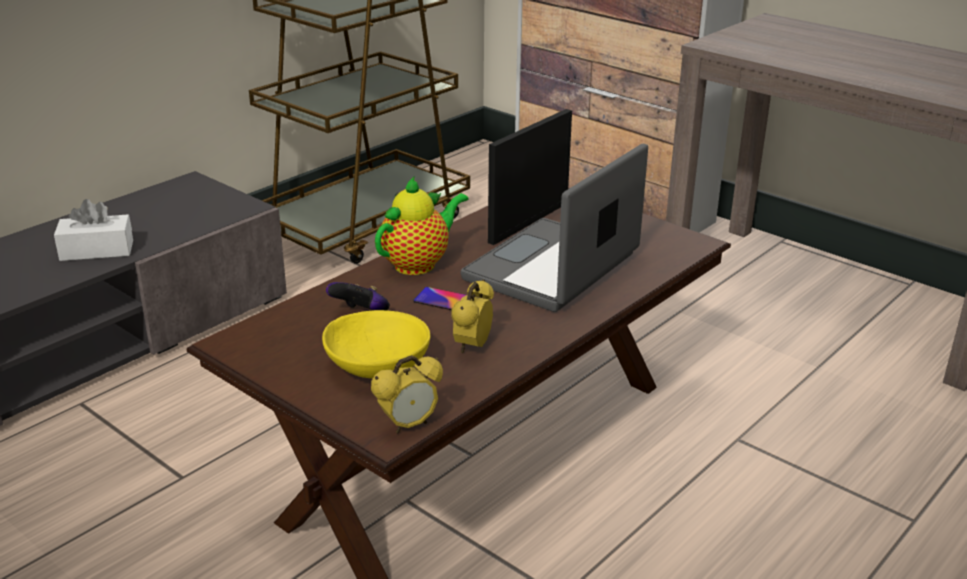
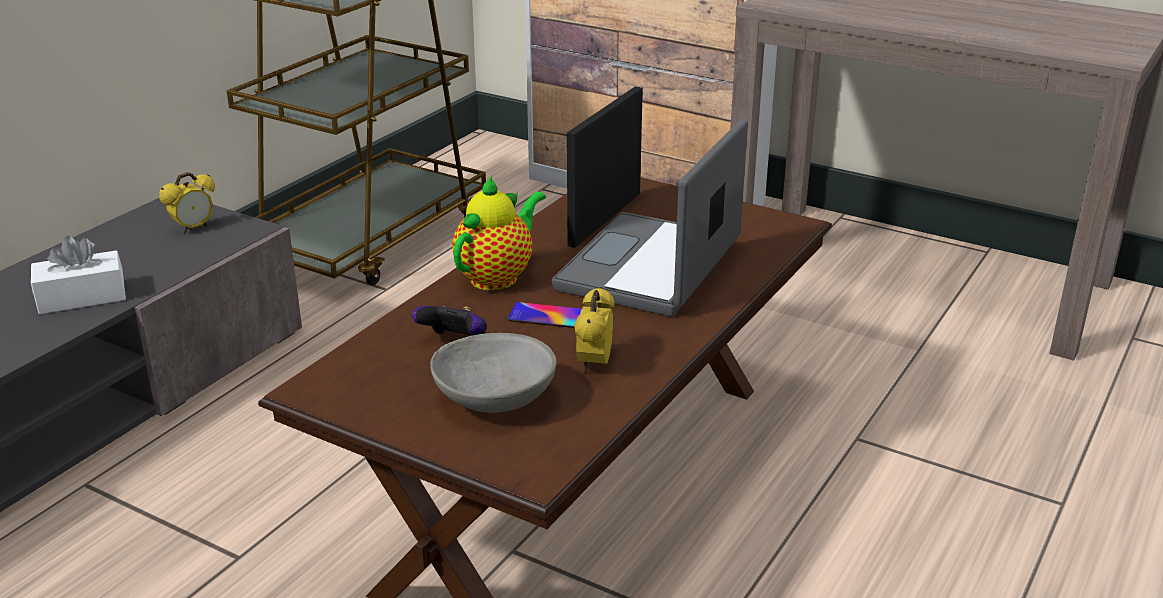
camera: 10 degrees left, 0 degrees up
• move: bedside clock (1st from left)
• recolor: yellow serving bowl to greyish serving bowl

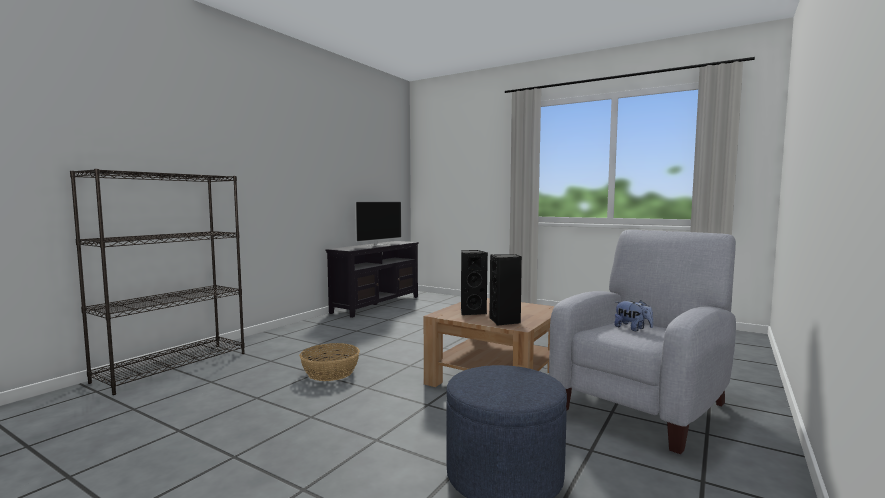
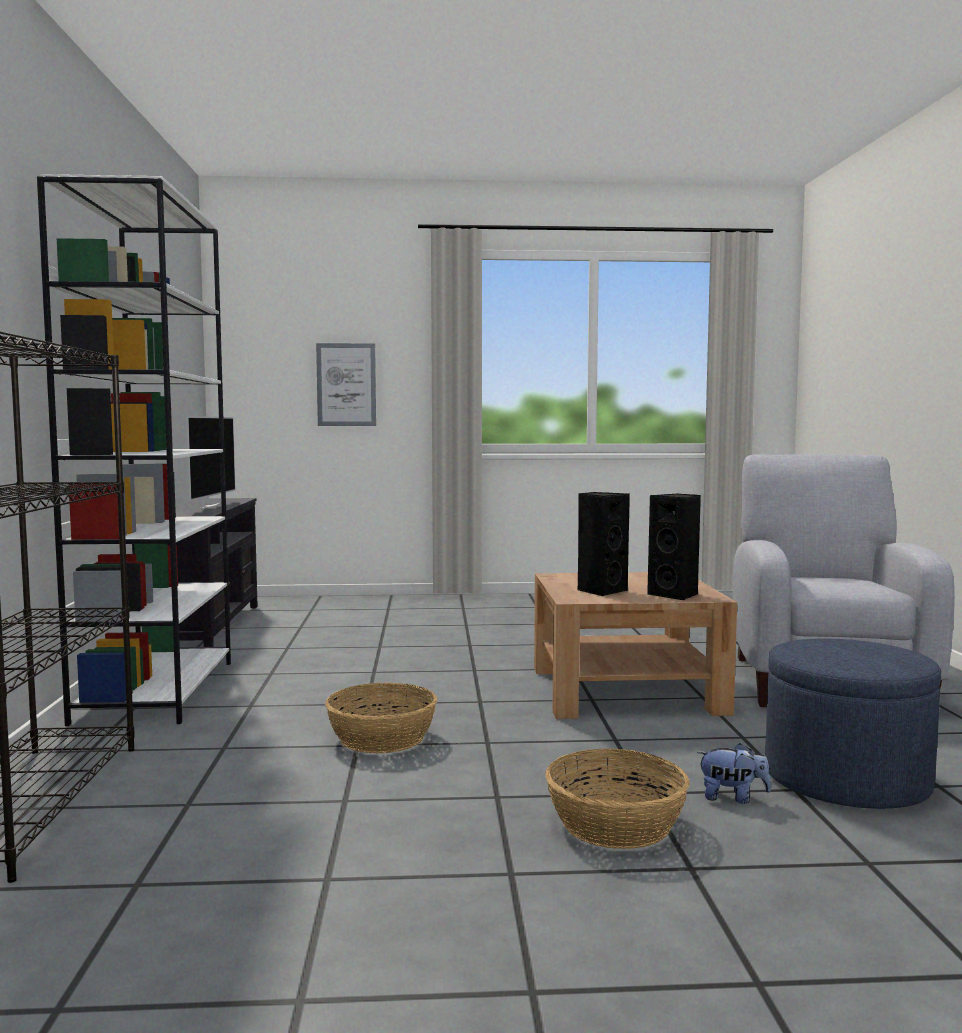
camera: 35 degrees left, 0 degrees up
• insert: whitish bookcase
• insert: picture
• insert: basket (2nd from left)
• move: cuddly toy

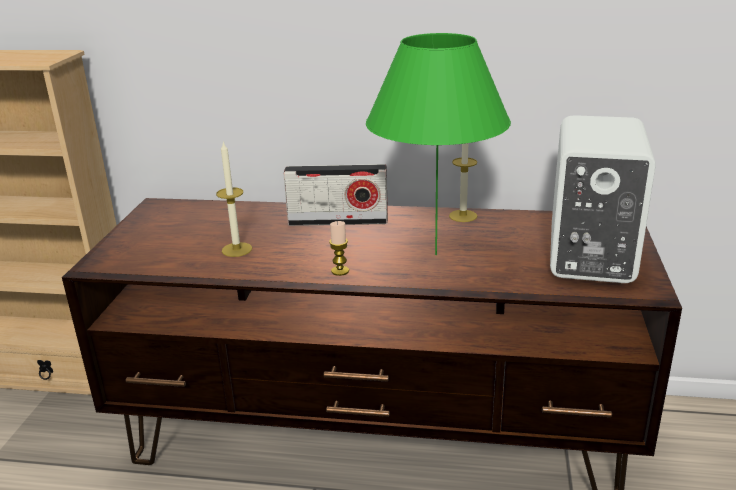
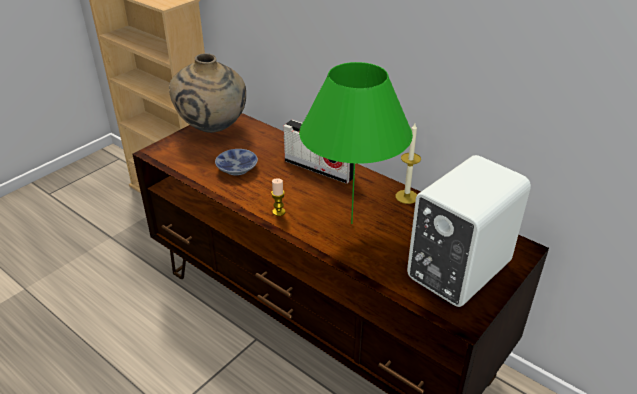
camera: 30 degrees right, 10 degrees up
• insert: beige-coloured flower vase
• replace: candle (1st from left) to serving bowl

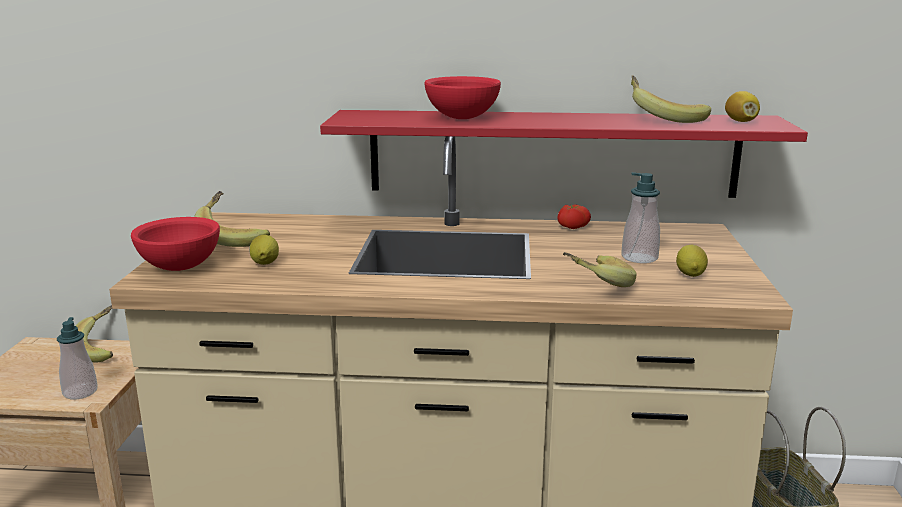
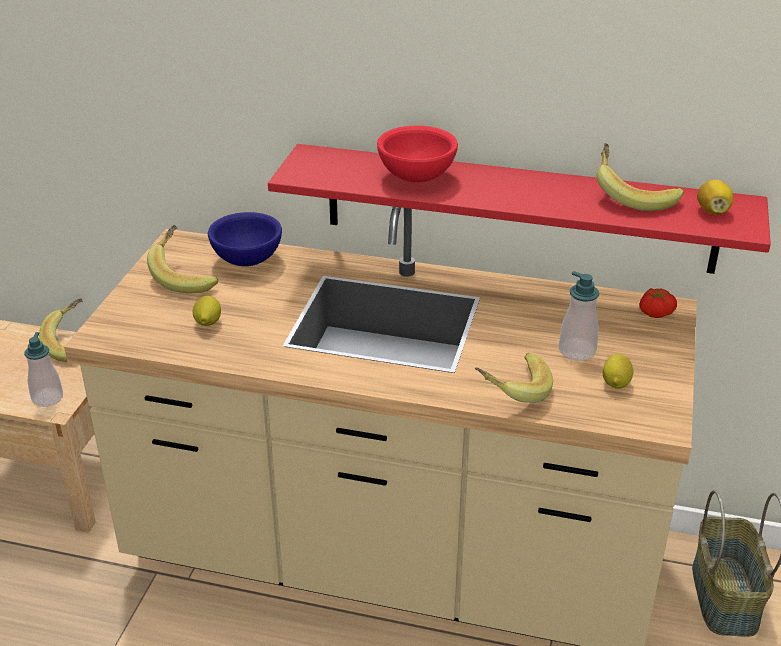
camera: 10 degrees right, 15 degrees up
• insert: bluish serving bowl
• move: fresh tomato
• delete: reddish serving bowl (1st from left)

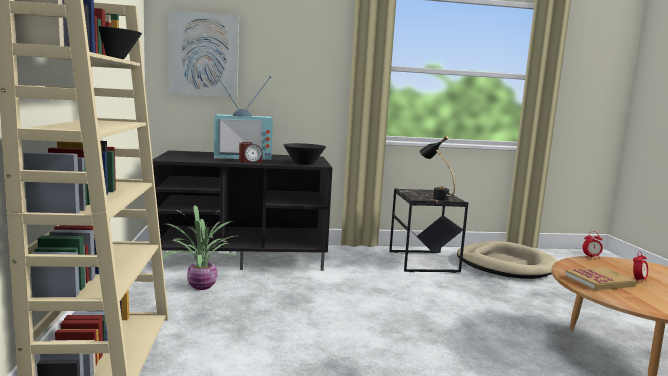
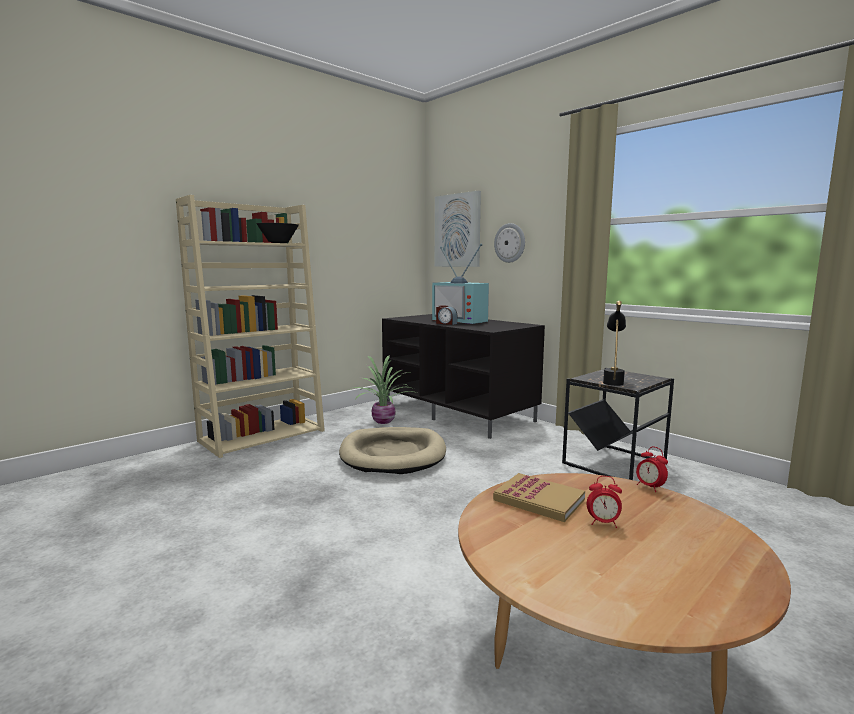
camera: 55 degrees right, 0 degrees up
• move: beige-coloured pet bed
• insert: clock on the wall
• delete: black-coloured serving bowl (2nd from left)

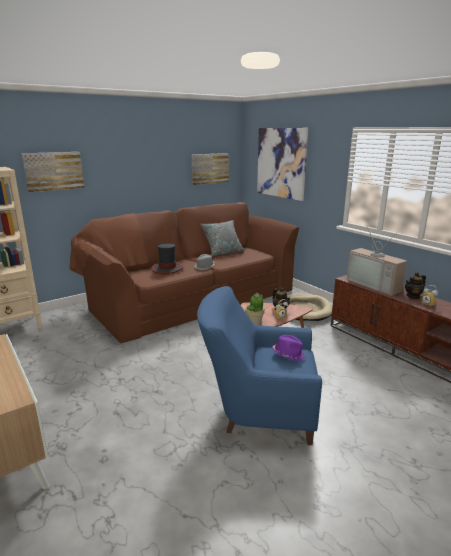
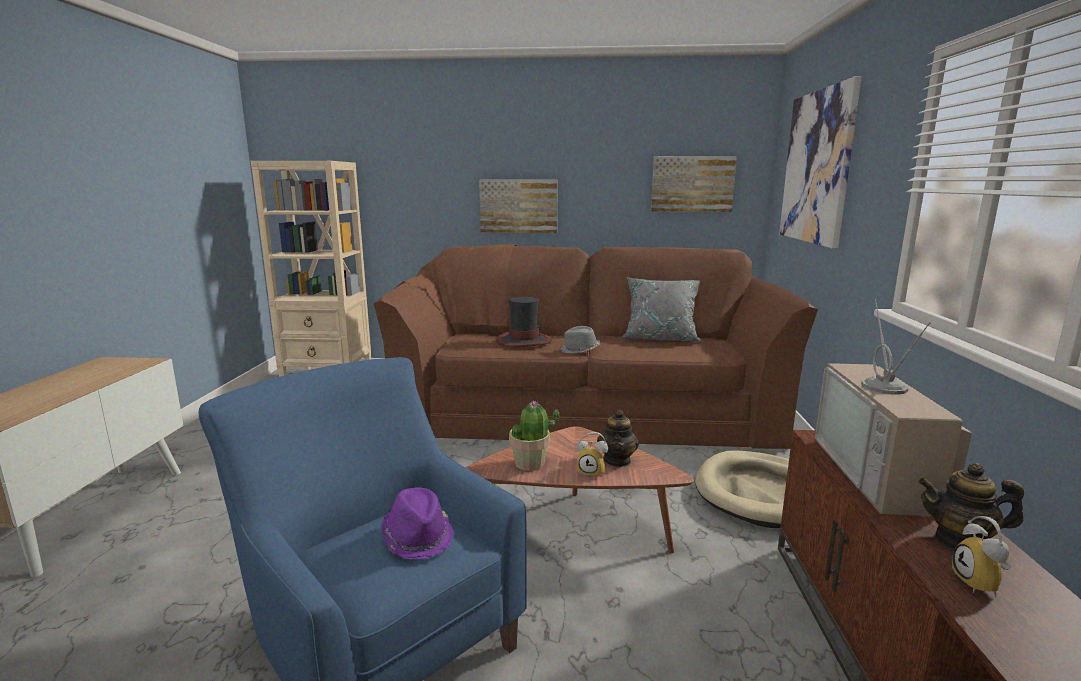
camera: 40 degrees right, 5 degrees down
• move: picture (1st from left)

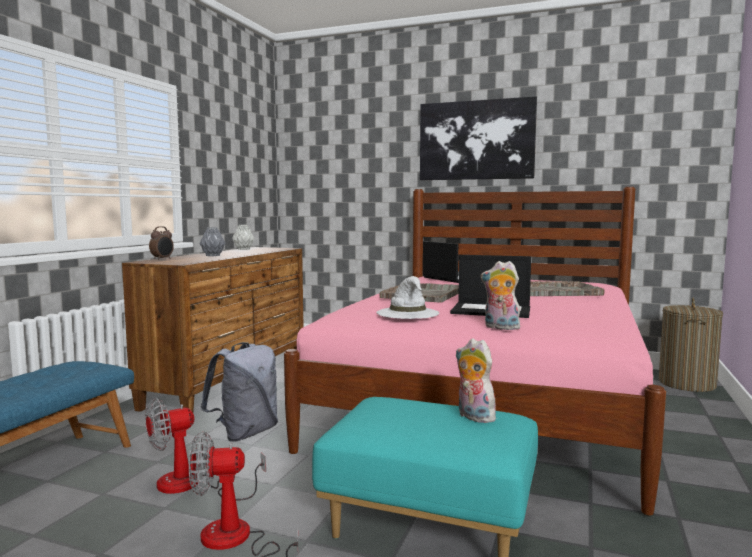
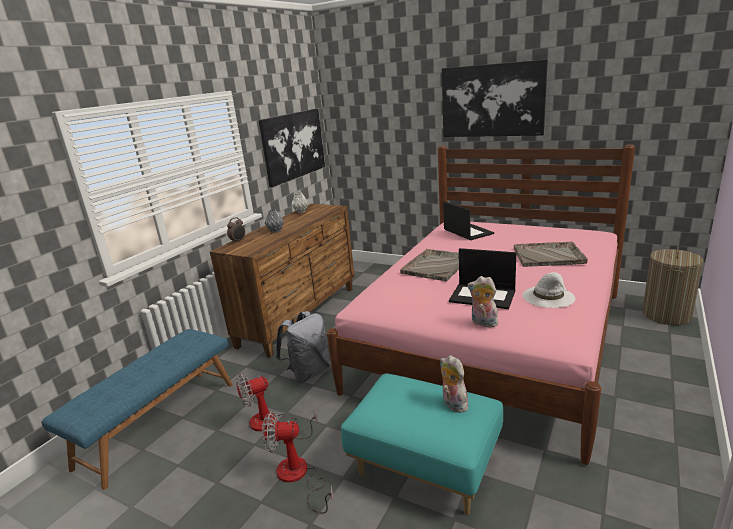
camera: 10 degrees right, 15 degrees up
• insert: picture (1st from left)
• move: whitish clothing hat

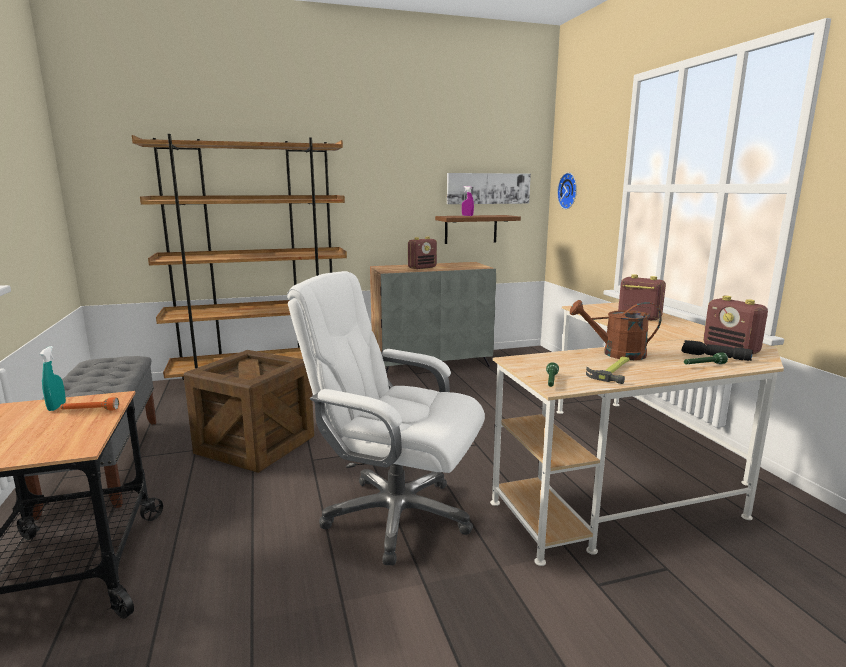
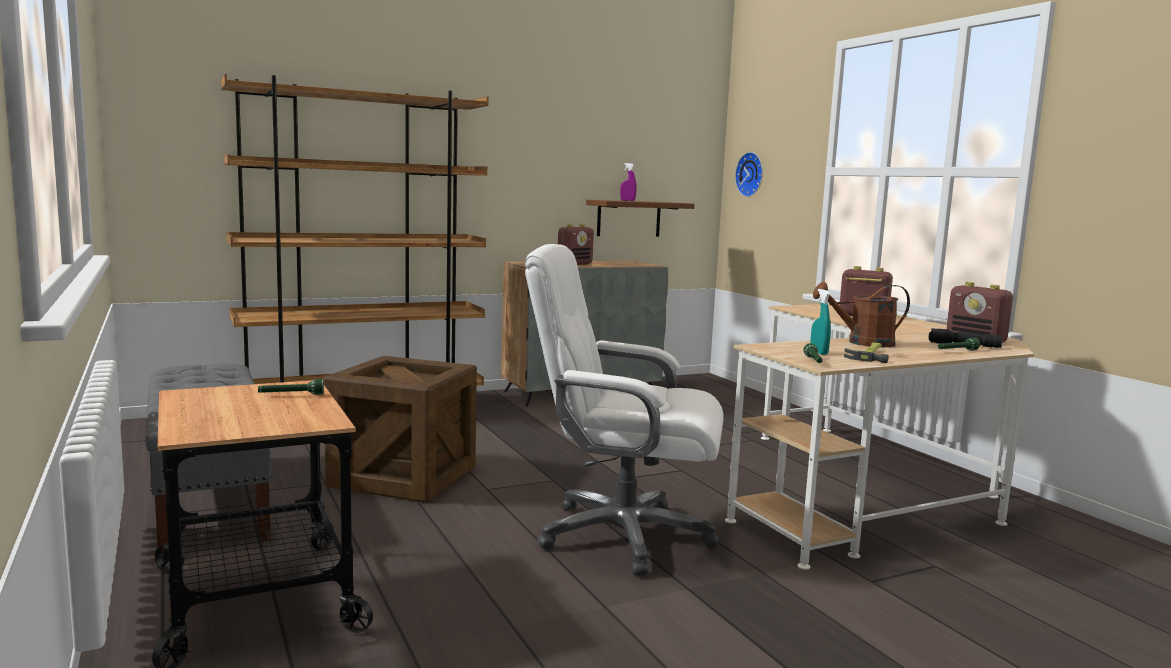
camera: 10 degrees left, 5 degrees down
• recolor: orangey hand torch to green hand torch (1st from left)
• move: turquoise-coloured hand sprayer
• delete: picture

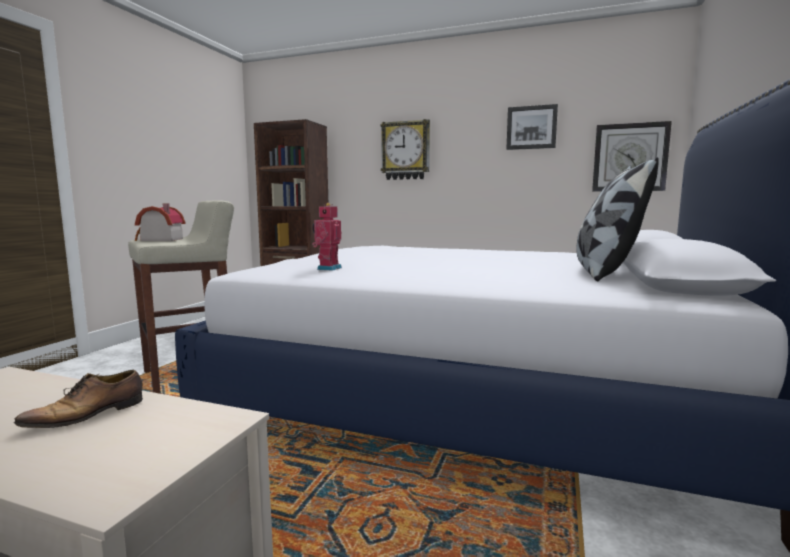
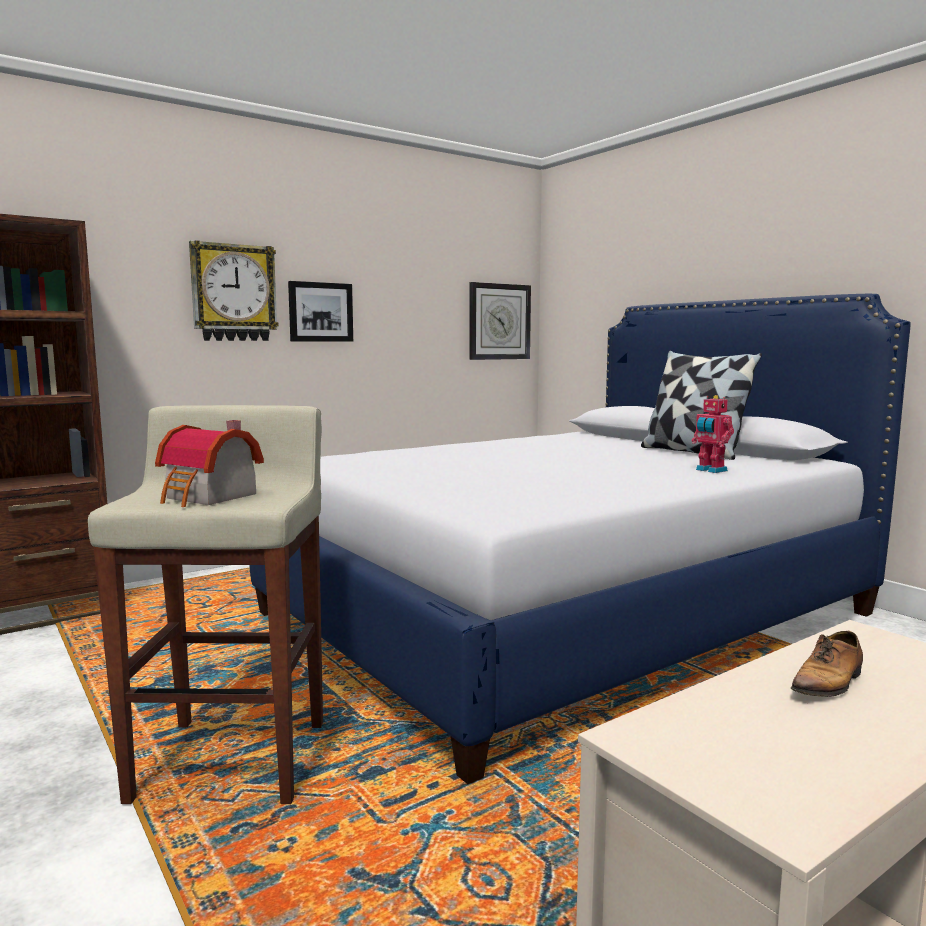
camera: 55 degrees left, 0 degrees up
• move: picture
• move: model robot
• rotate: shoe 60 degrees clockwise

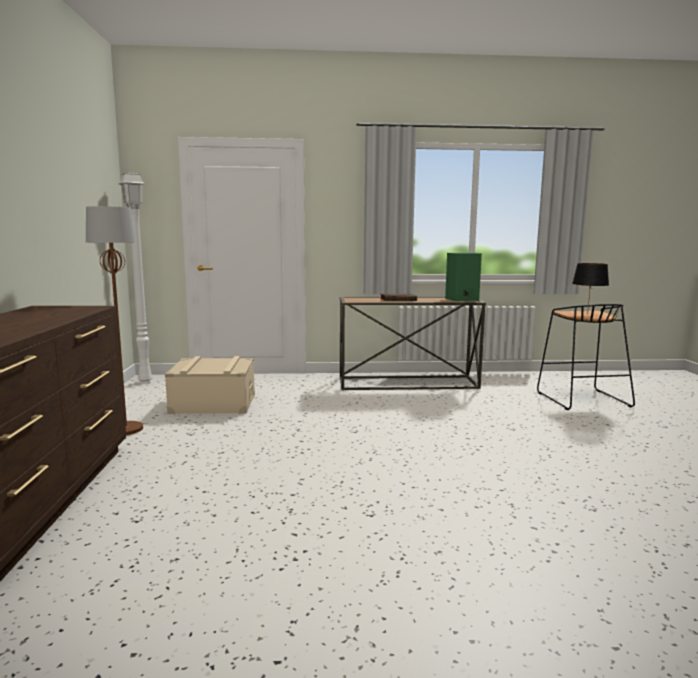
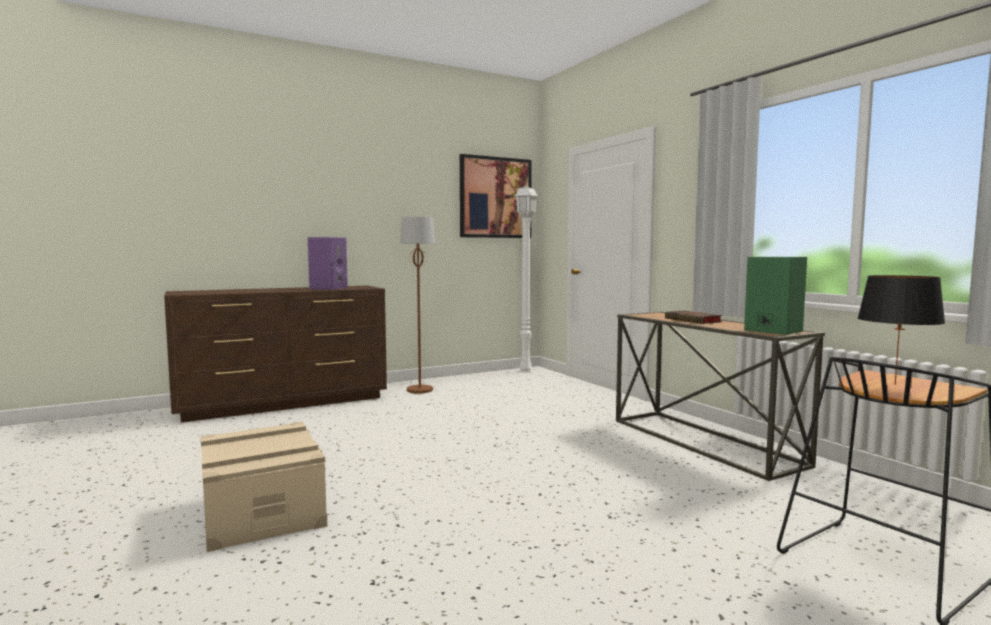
camera: 65 degrees right, 5 degrees down
• move: beige-coloured storage bin
• insert: purple loudspeaker
• insert: picture

